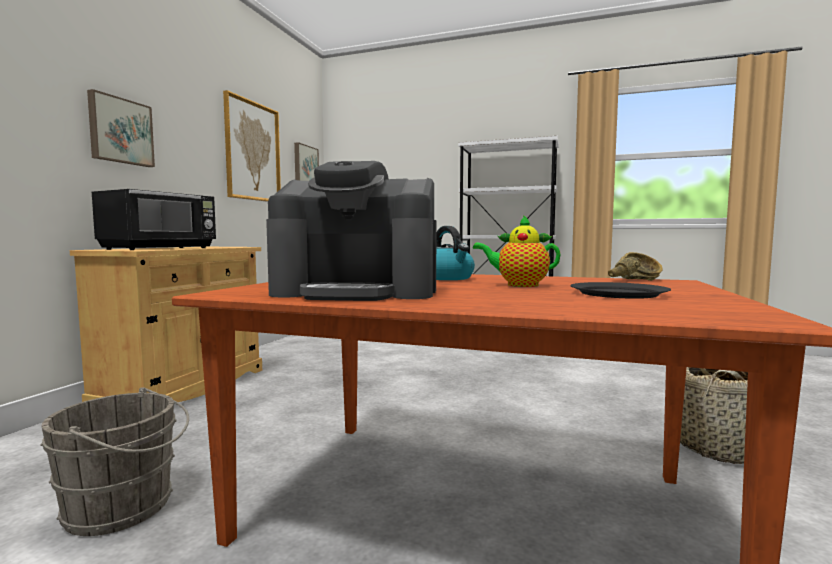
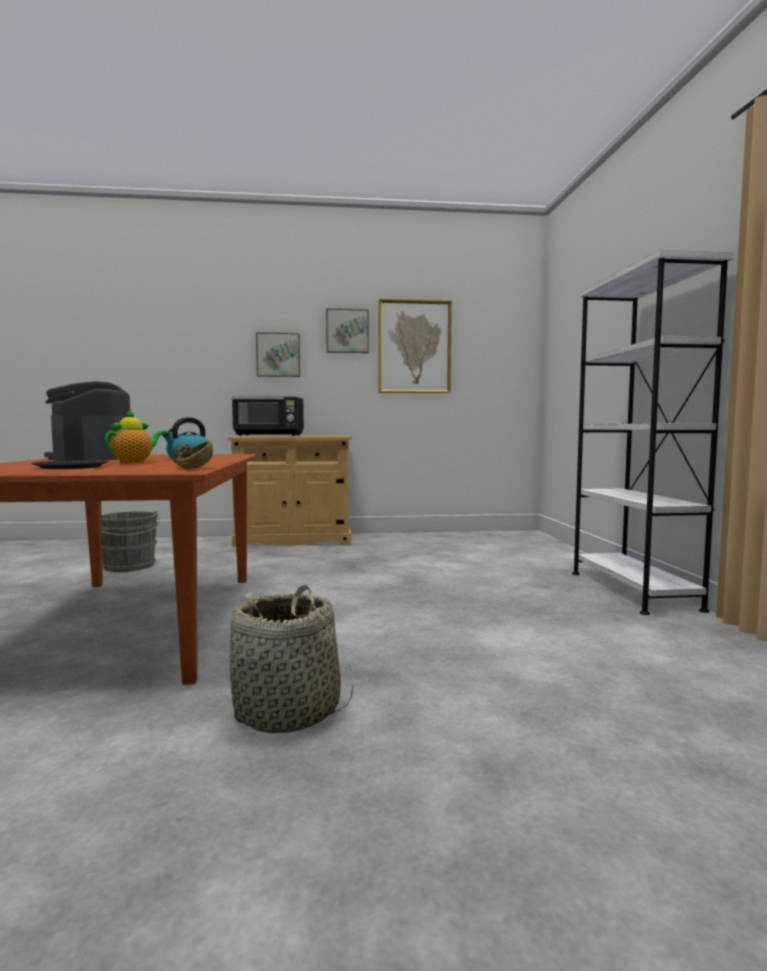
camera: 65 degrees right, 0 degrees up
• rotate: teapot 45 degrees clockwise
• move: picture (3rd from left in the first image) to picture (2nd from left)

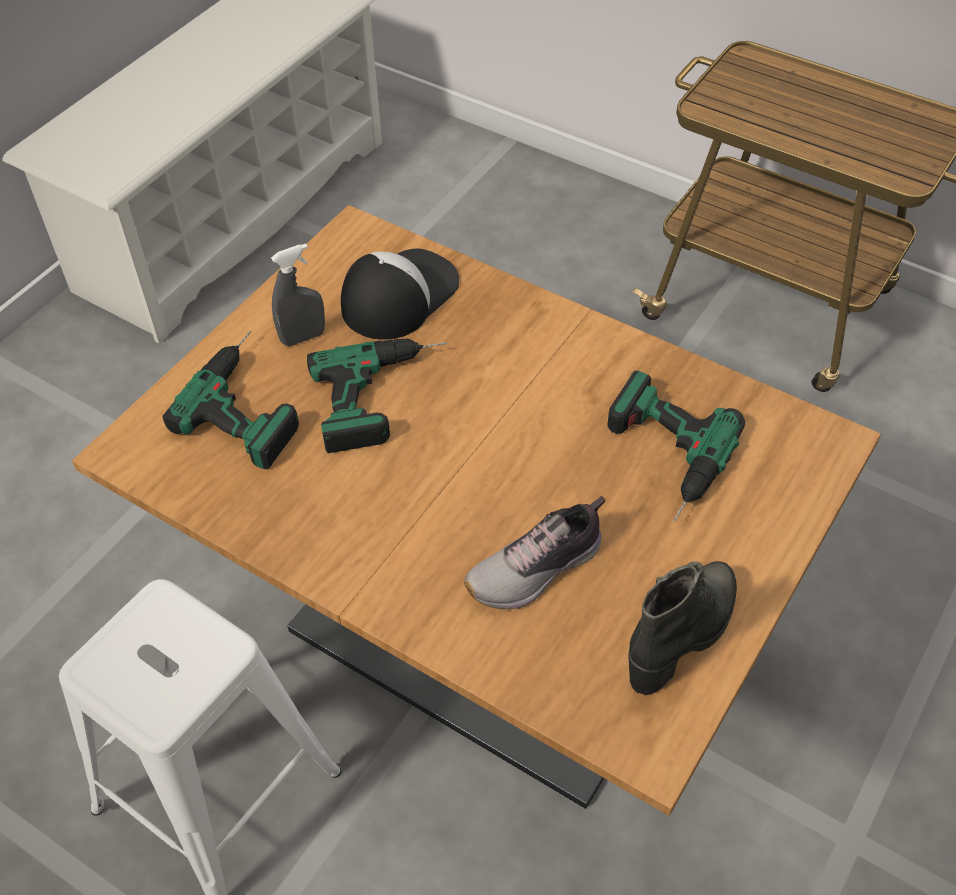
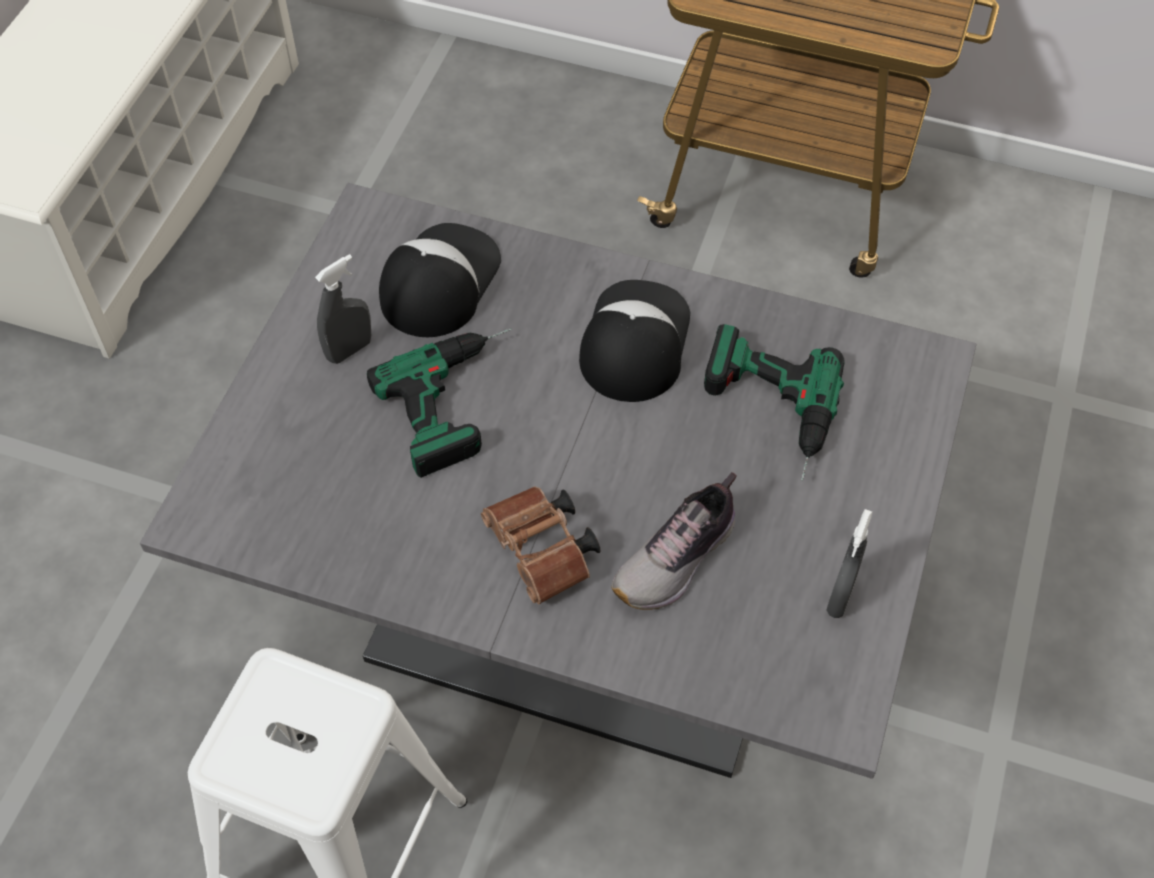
camera: 15 degrees left, 5 degrees up
• recolor: brown-coloured dinner table to greyish dinner table
• insert: brown-coloured field glasses
• insert: baseball cap (2nd from left)
• replace: black-coloured boot to greyish hand sprayer (2nd from left)
• delete: drill (1st from left)

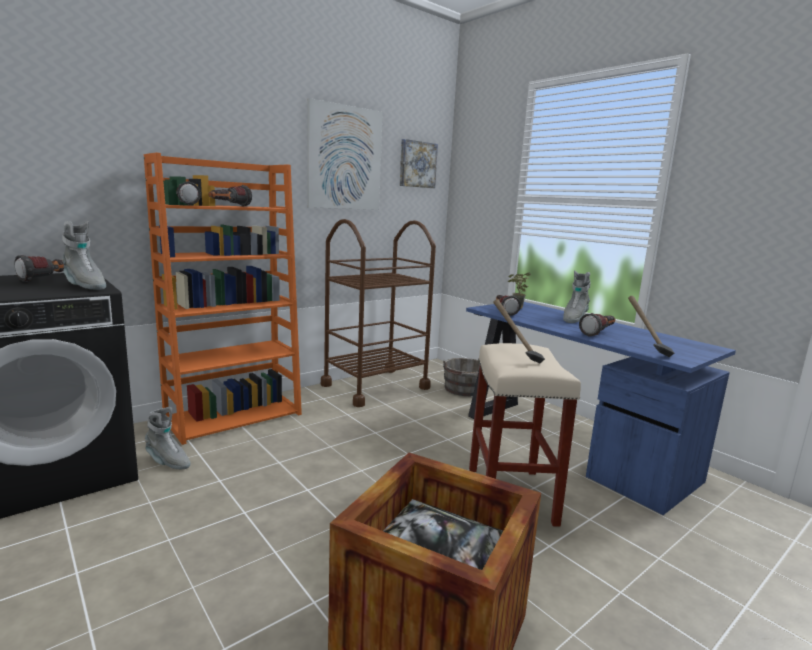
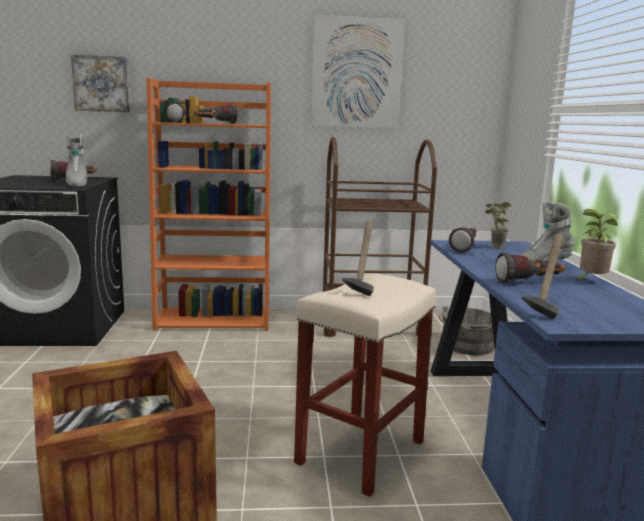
camera: 35 degrees right, 0 degrees up
• move: picture (2nd from left in the first image) to picture (1st from left)
• insert: plant in a pot (2nd from left)
• delete: greyish boot (2nd from left)

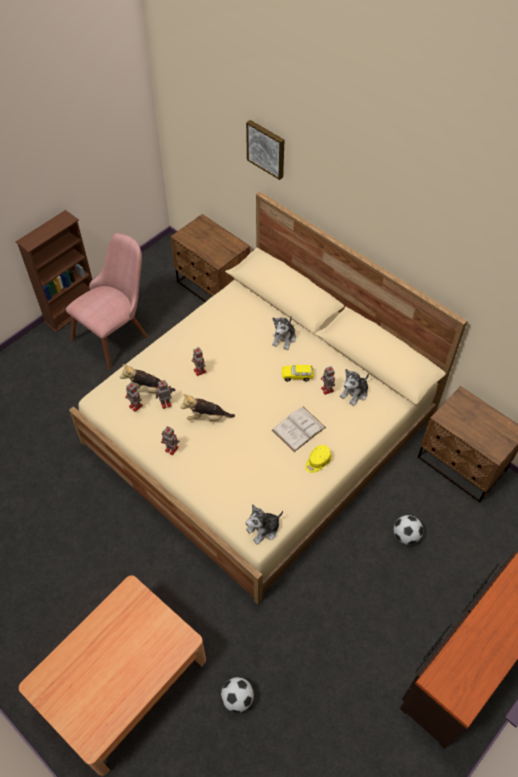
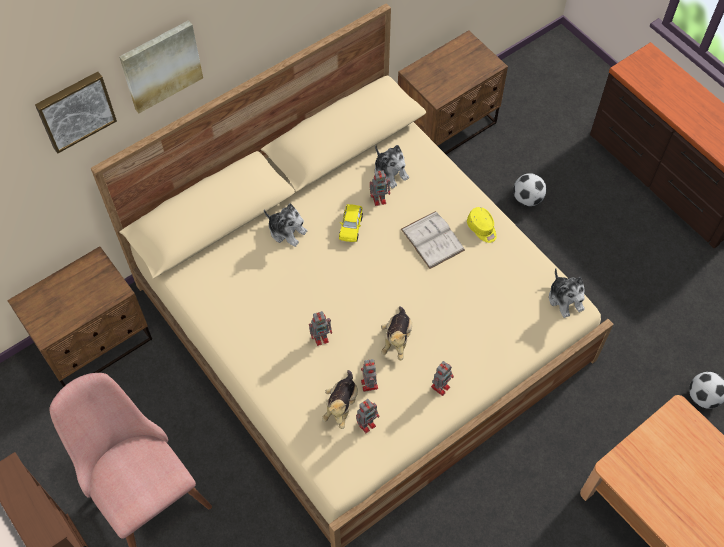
camera: 80 degrees left, 5 degrees up
• insert: picture (2nd from left)

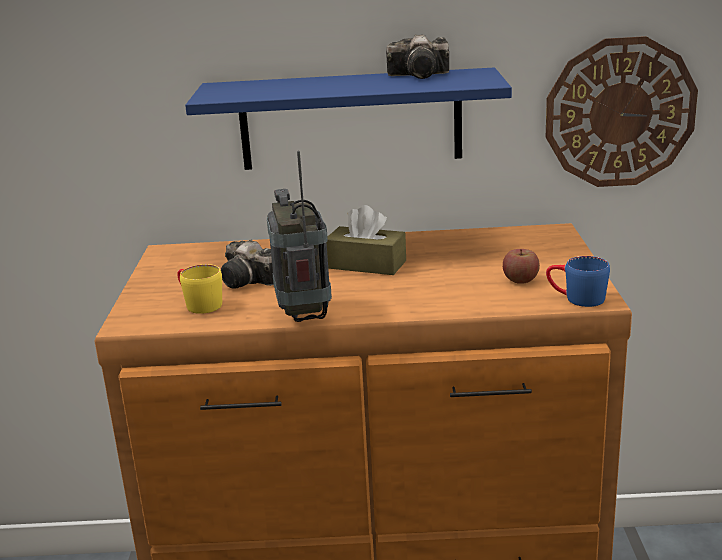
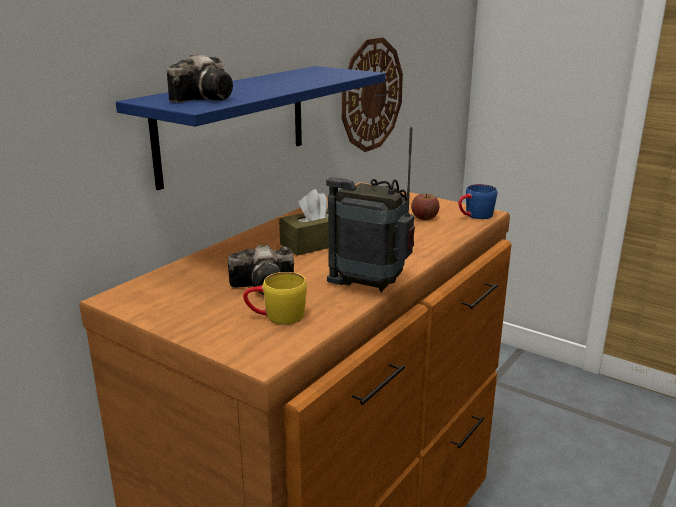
camera: 55 degrees left, 0 degrees up
• move: photo camera (2nd from left in the first image) to photo camera (1st from left)

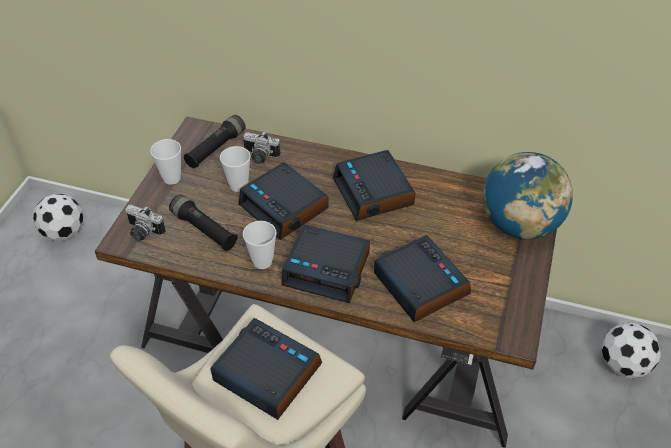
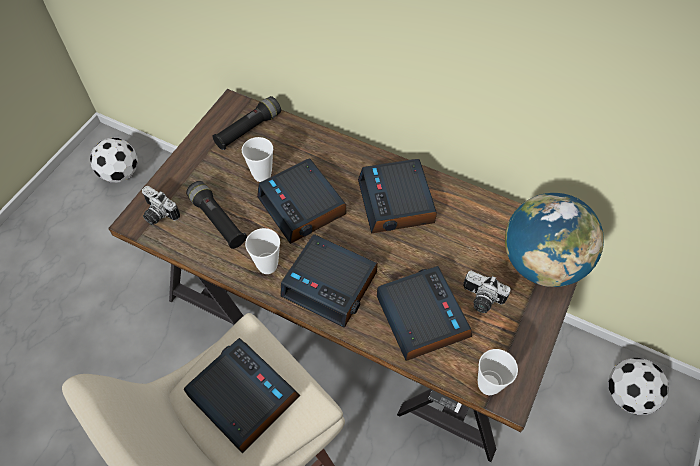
camera: 10 degrees right, 10 degrees up
• move: photo camera (2nd from left)
• move: cup (1st from left in the first image) to cup (3rd from left)

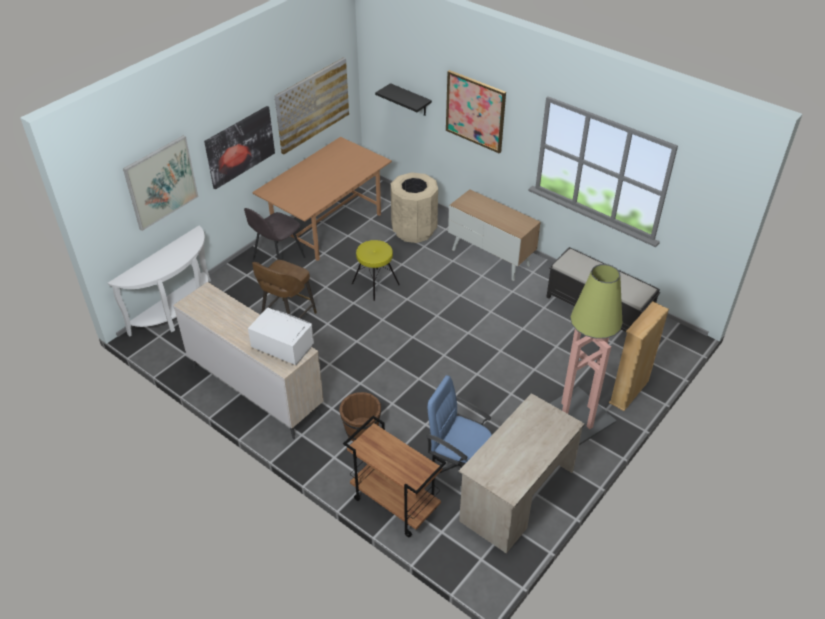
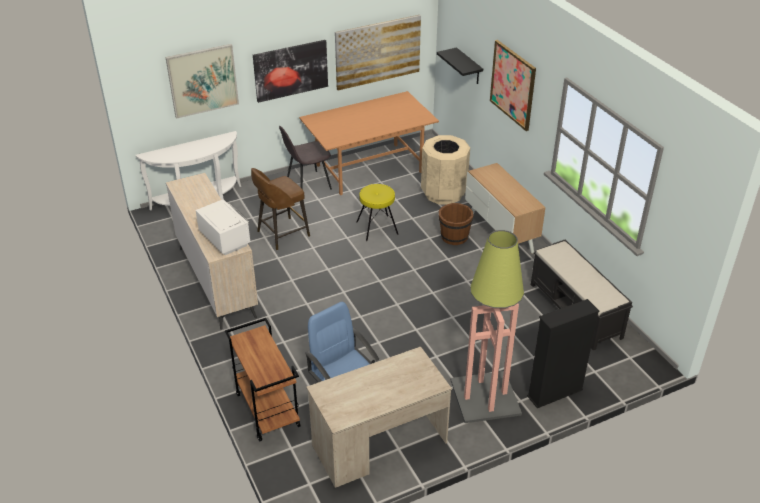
camera: 25 degrees right, 5 degrees down
• move: brown-coloured pail
• recolor: beige-coloured bookcase to black-coloured bookcase

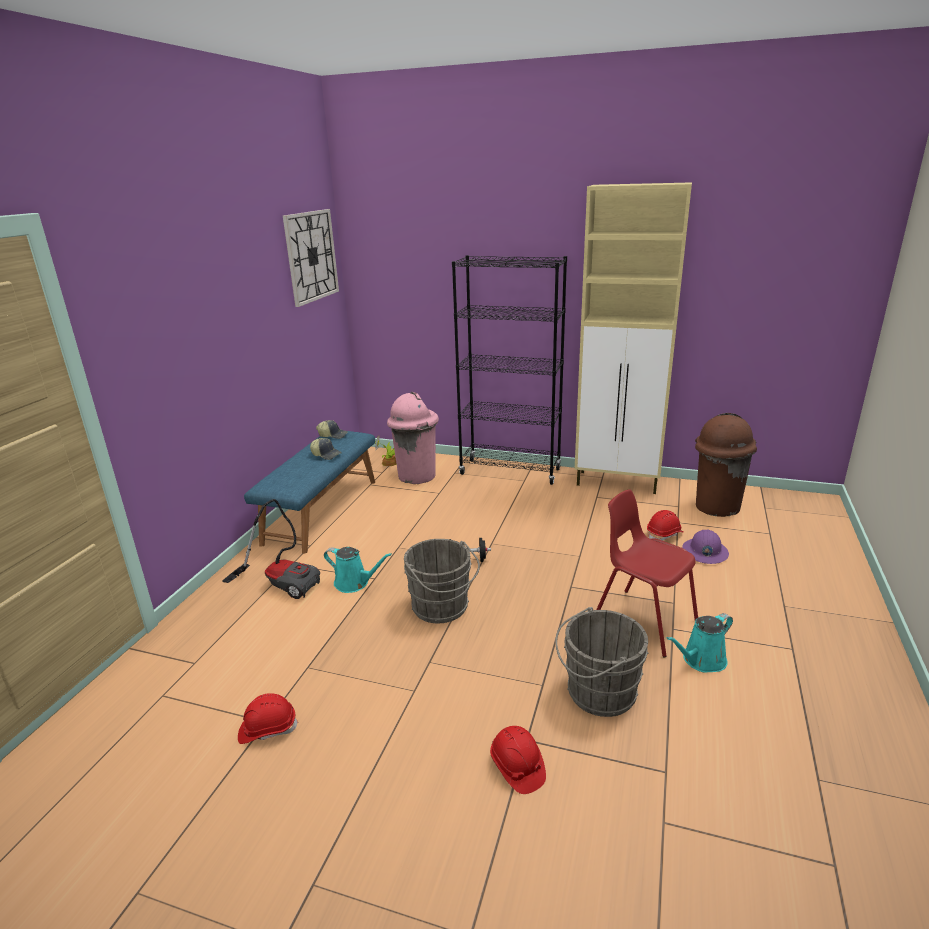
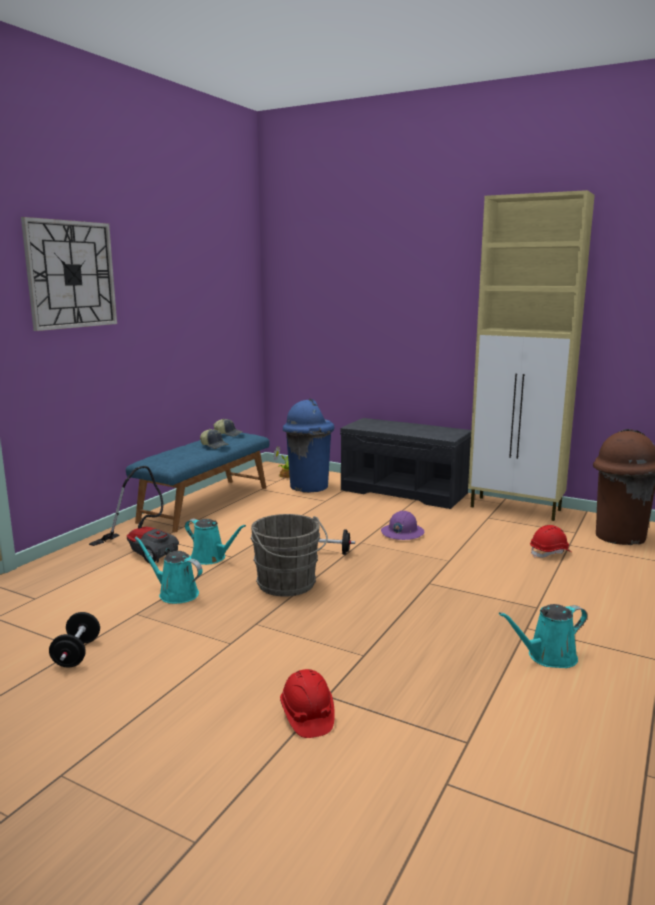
camera: 10 degrees right, 10 degrees down
• move: clock on the wall
• replace: reddish hard hat (1st from left) to black-coloured dumbbell (1st from left)
• insert: turquoise-coloured watering pot (1st from left)
• recolor: pink-coloured trash can to bluish trash can
• replace: black-coloured bookcase to greyish long seat
• move: purple hard hat
• delete: greyish pail (2nd from left)
• delete: reddish upright chair

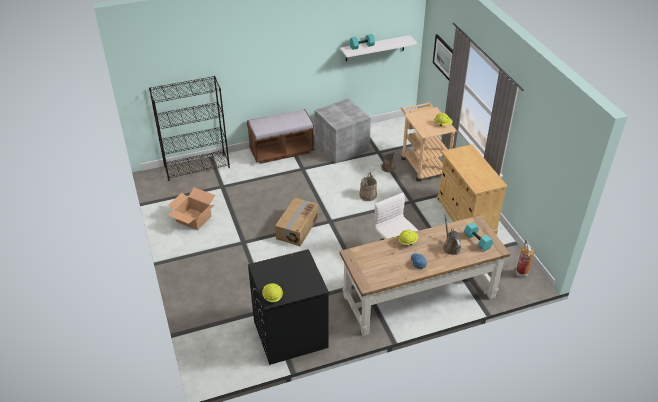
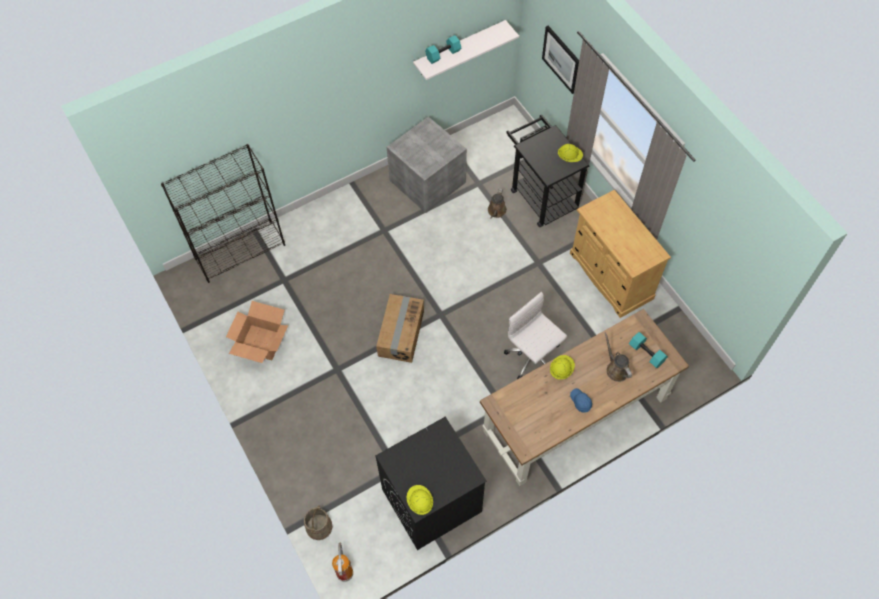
camera: 10 degrees left, 20 degrees up
• move: beige-coloured pail
• move: extinguisher
• recolor: beige-coloured cart to black-coloured cart
• delete: brown-coloured long seat

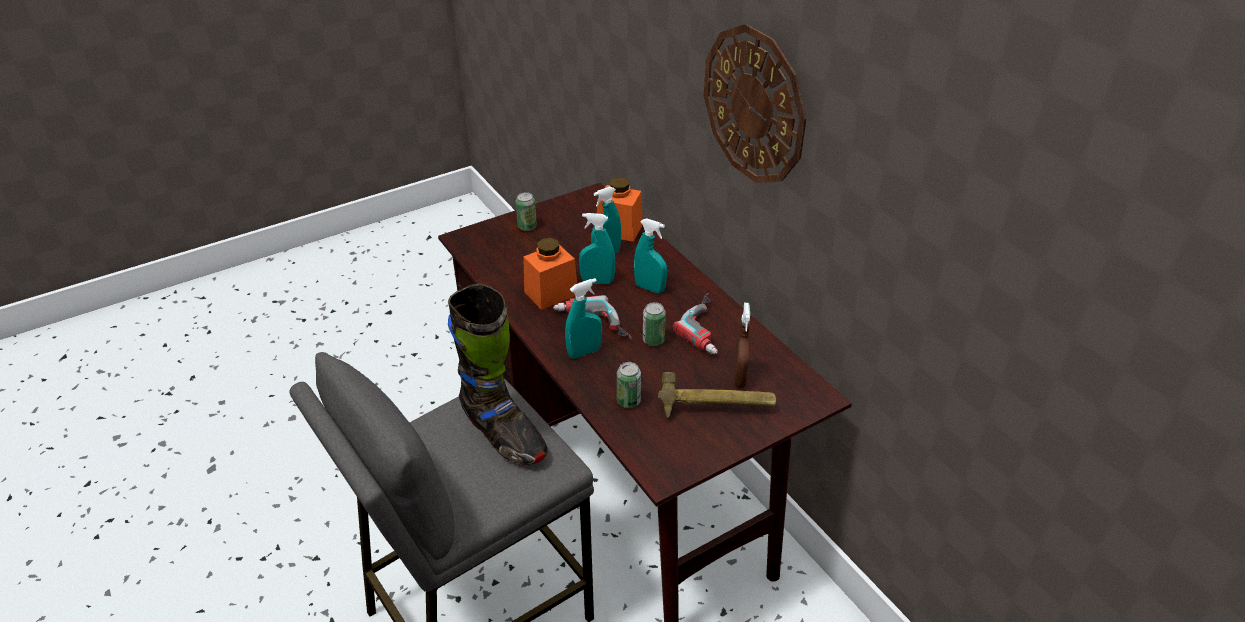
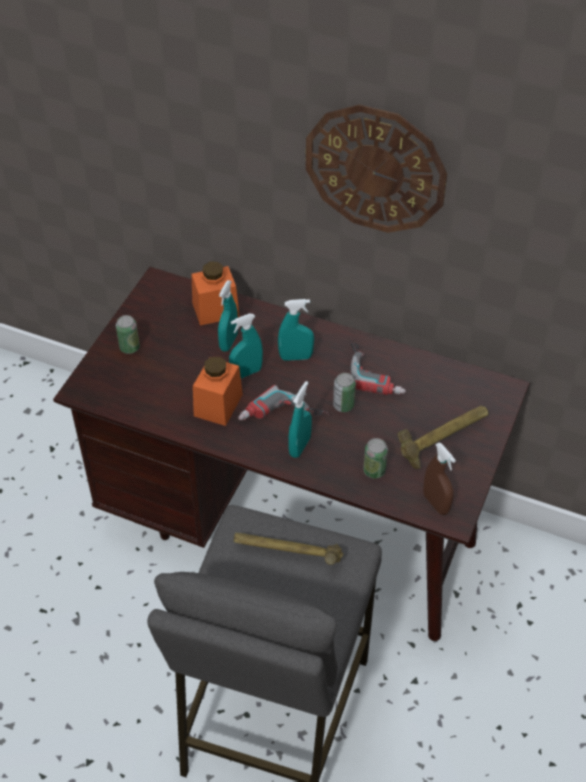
camera: 35 degrees left, 10 degrees up
• replace: black-coloured boot to hammer (1st from left)
• move: brown-coloured hand sprayer

